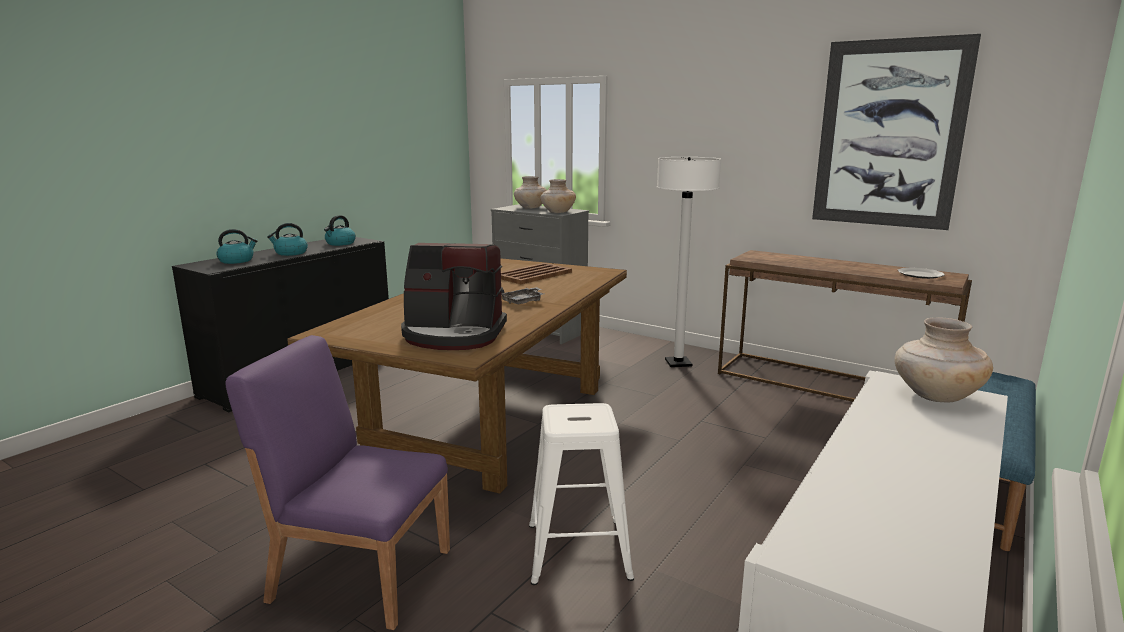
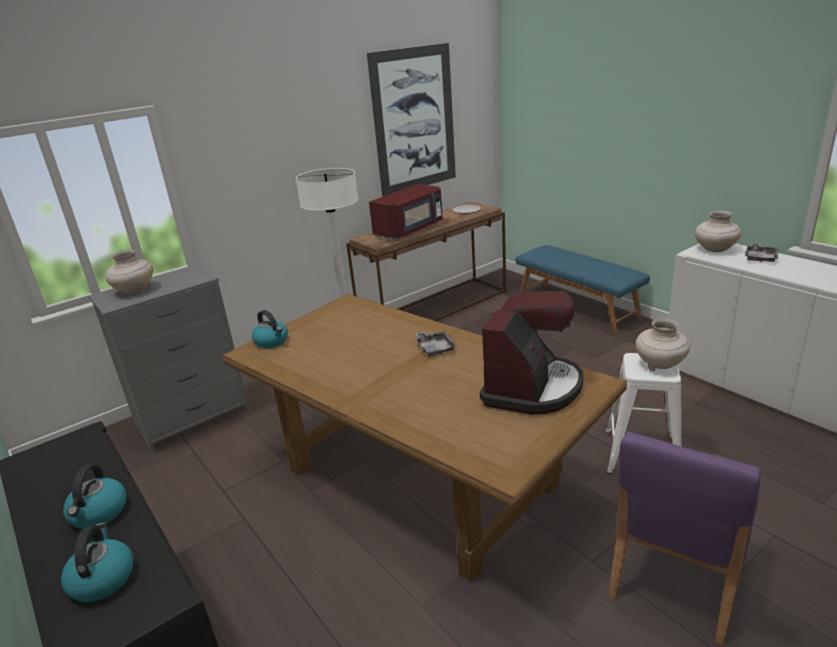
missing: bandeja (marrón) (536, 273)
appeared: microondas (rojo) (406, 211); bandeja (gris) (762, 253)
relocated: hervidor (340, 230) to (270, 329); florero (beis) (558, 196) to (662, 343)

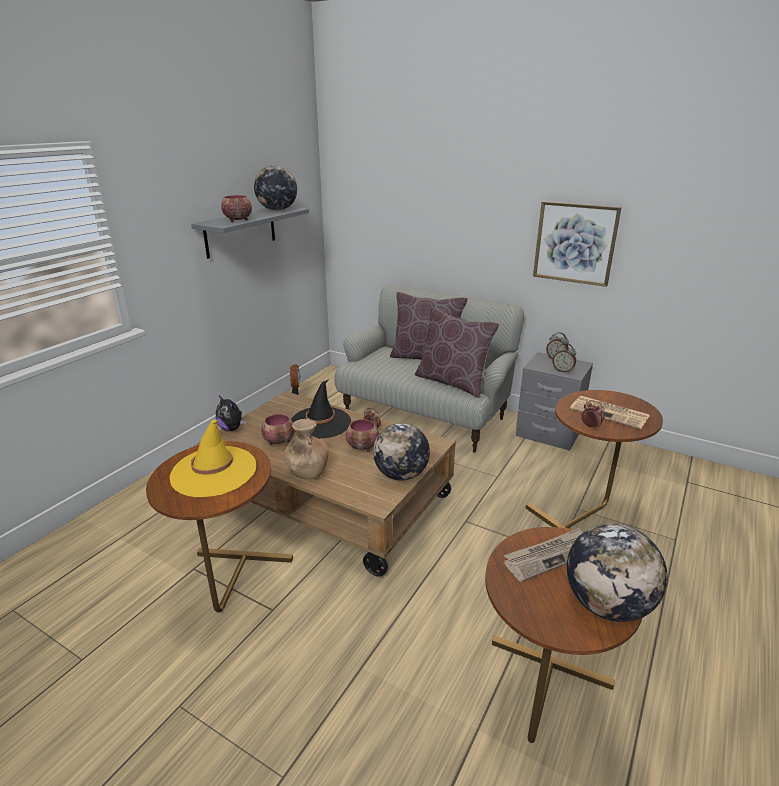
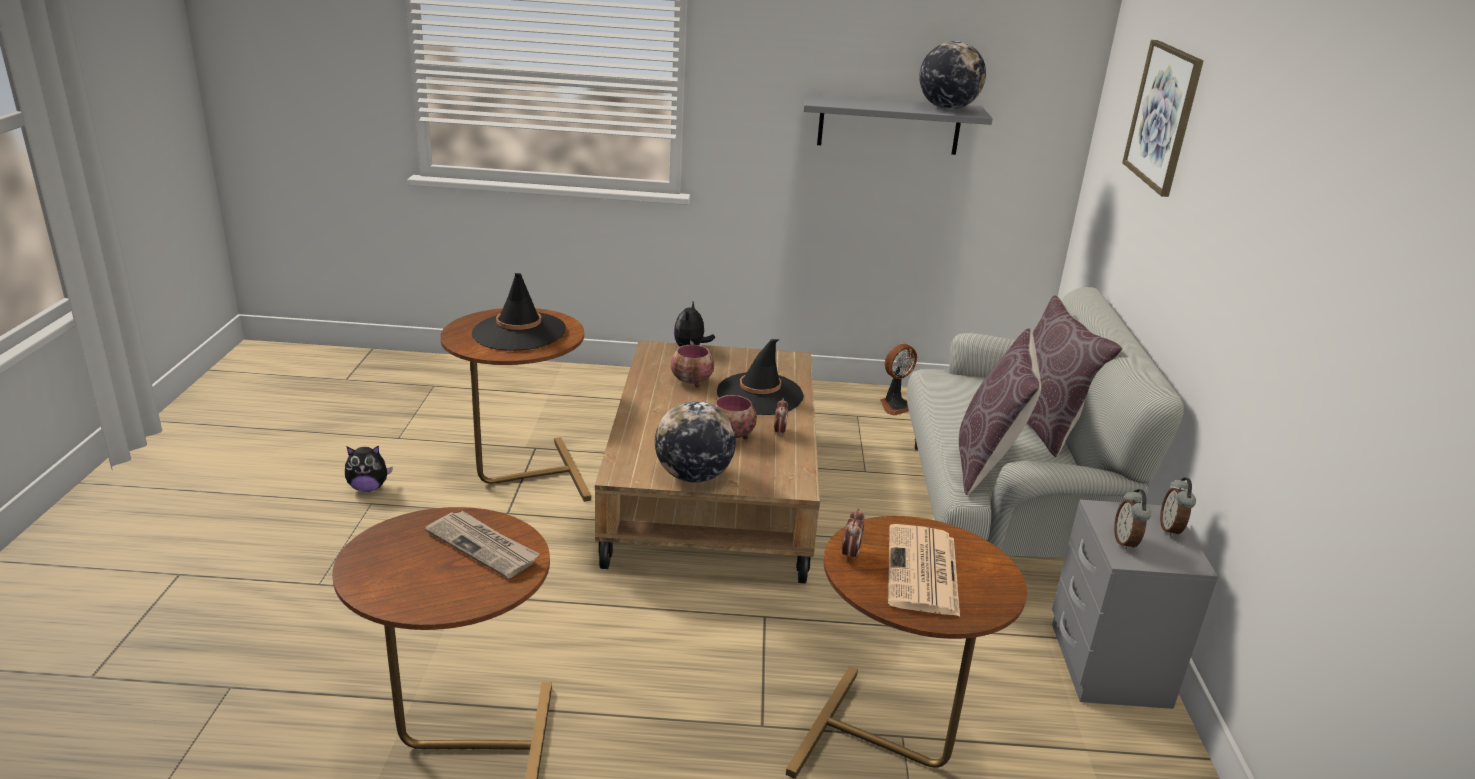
missing: cuenco (236, 208); florero (marrón) (306, 449); globo terráqueo (617, 572)
appeared: peluche (369, 468)
relocated: cuadro (577, 244) to (1163, 118)
colour: sombrero (amarillo) (213, 458) to sombrero (negro) (519, 312)

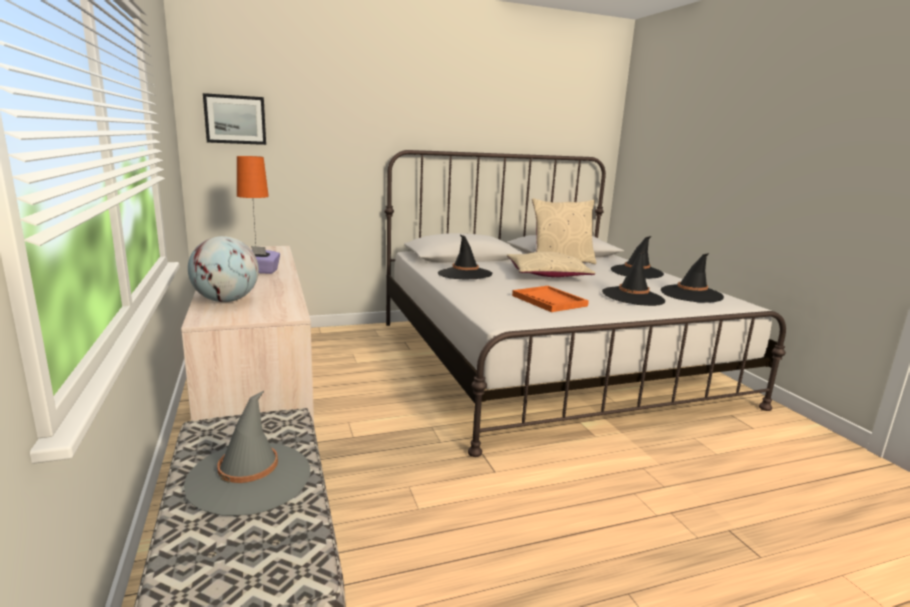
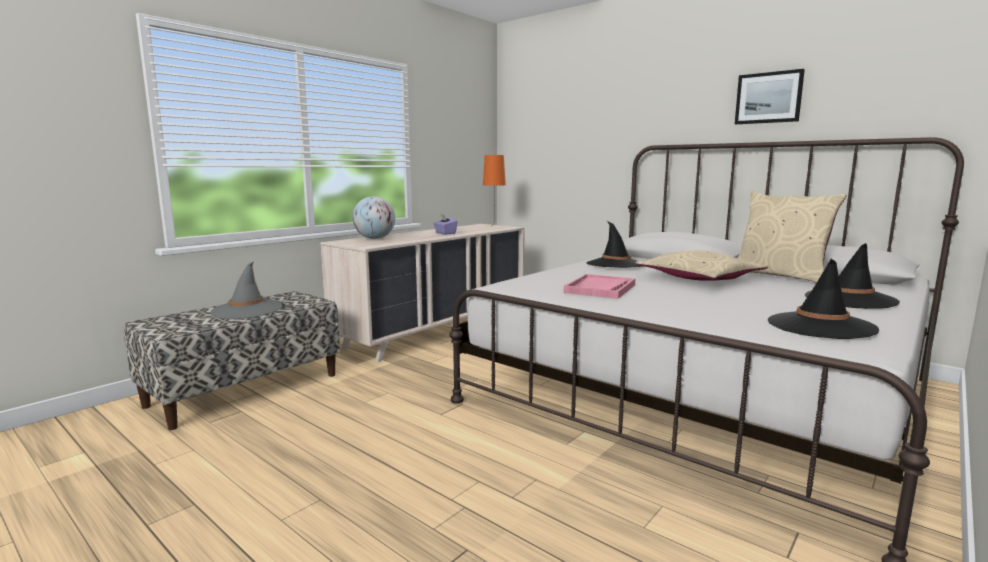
missing: sombrero (negro) (633, 278)
relocated: cuadro (234, 119) to (770, 96)
colour: bandeja (naranja) (550, 299) to bandeja (rosa) (599, 286)

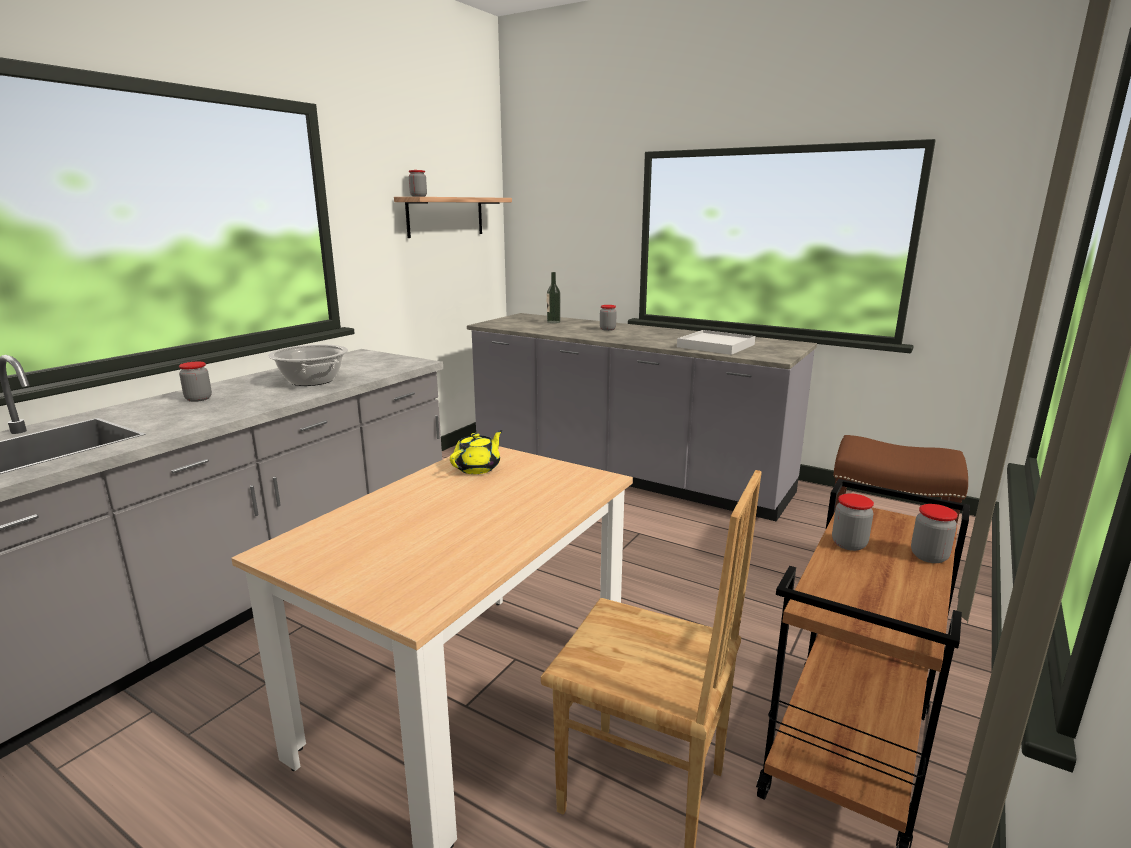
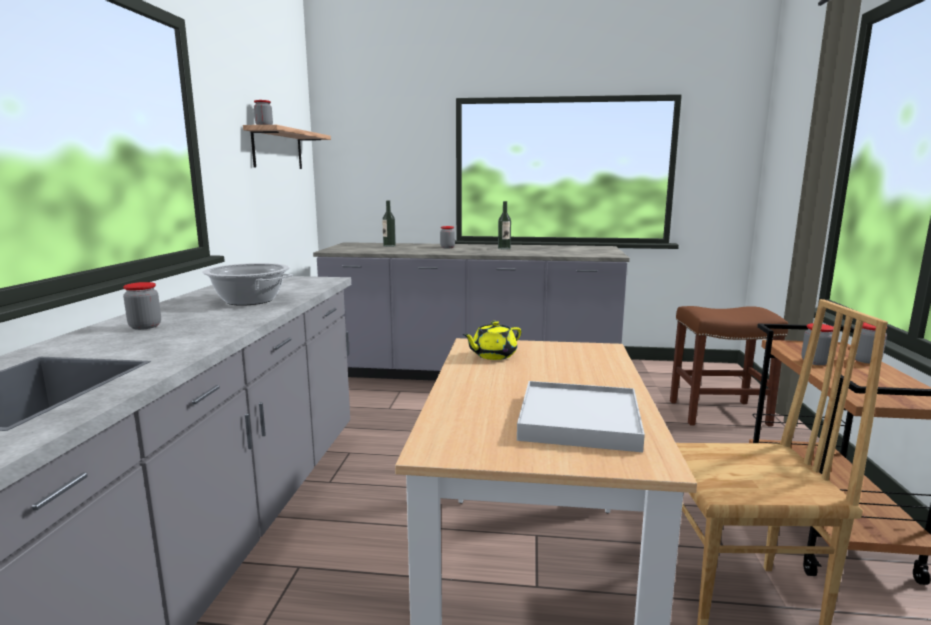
appeared: botella (504, 225)
relocated: bandeja (blanco) (716, 342) to (581, 416)
spun: tetera (amarillo) (476, 452) = (492, 340) 135 degrees counterclockwise

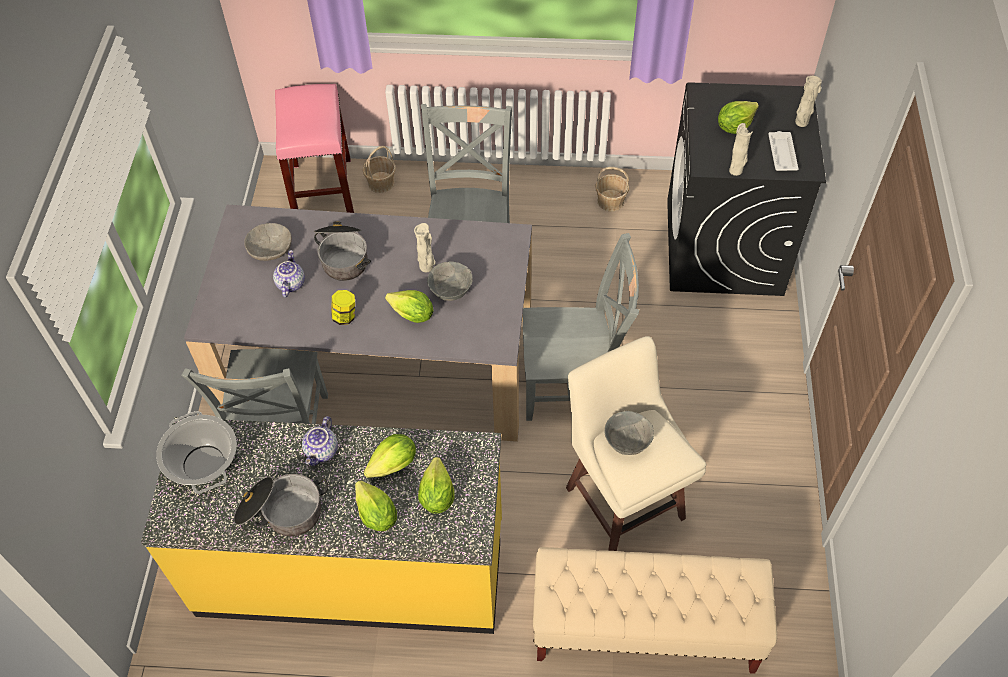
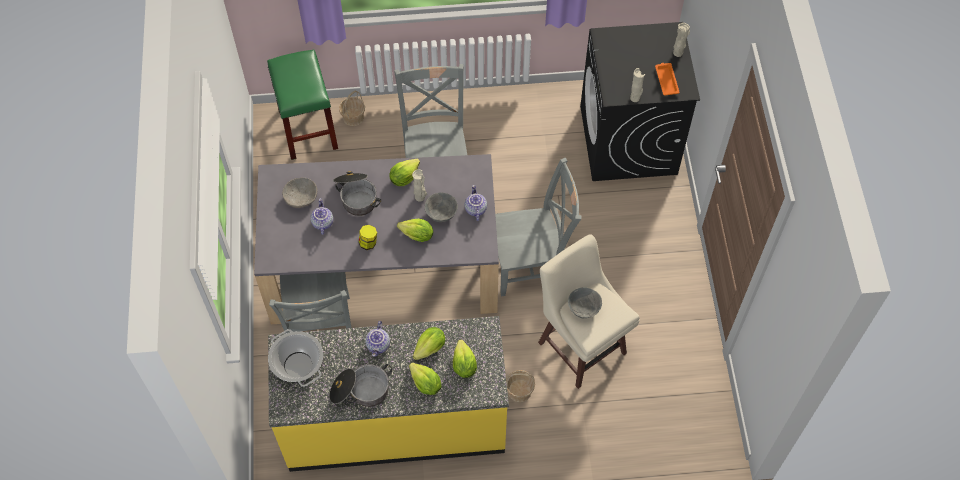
missing: banco (beis) (655, 610)
appeared: tetera (476, 203)
relocated: lechuga (738, 117) to (404, 172); cesta (612, 189) to (520, 386)
colour: taburete (rosa) (314, 148) to taburete (verde) (302, 105); bandeja (blanco) (783, 151) to bandeja (naranja) (667, 79)

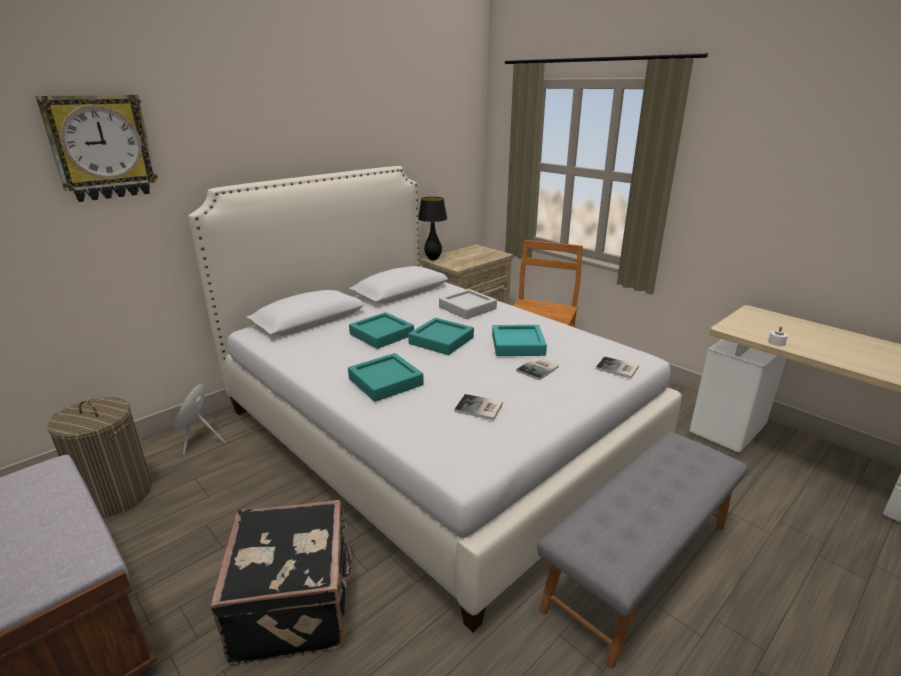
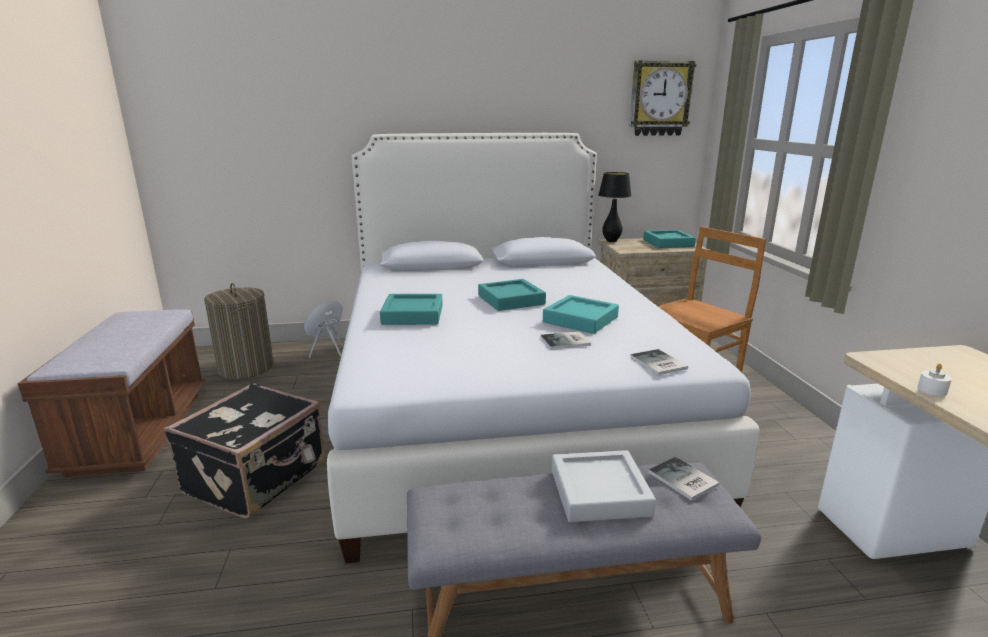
relocated: bandeja (gris) (468, 304) to (604, 486); reloj de pared (97, 148) to (662, 98); bandeja (turquesa) (381, 330) to (669, 239); libro (478, 407) to (684, 479)

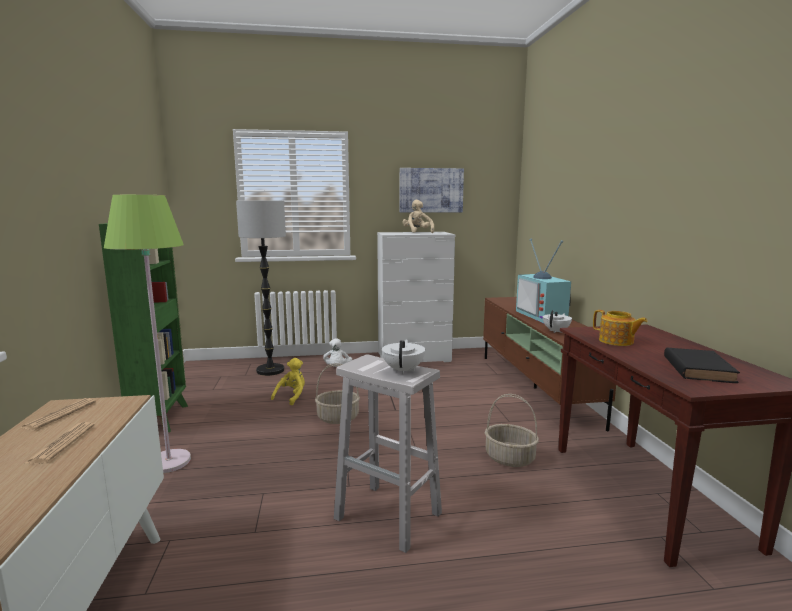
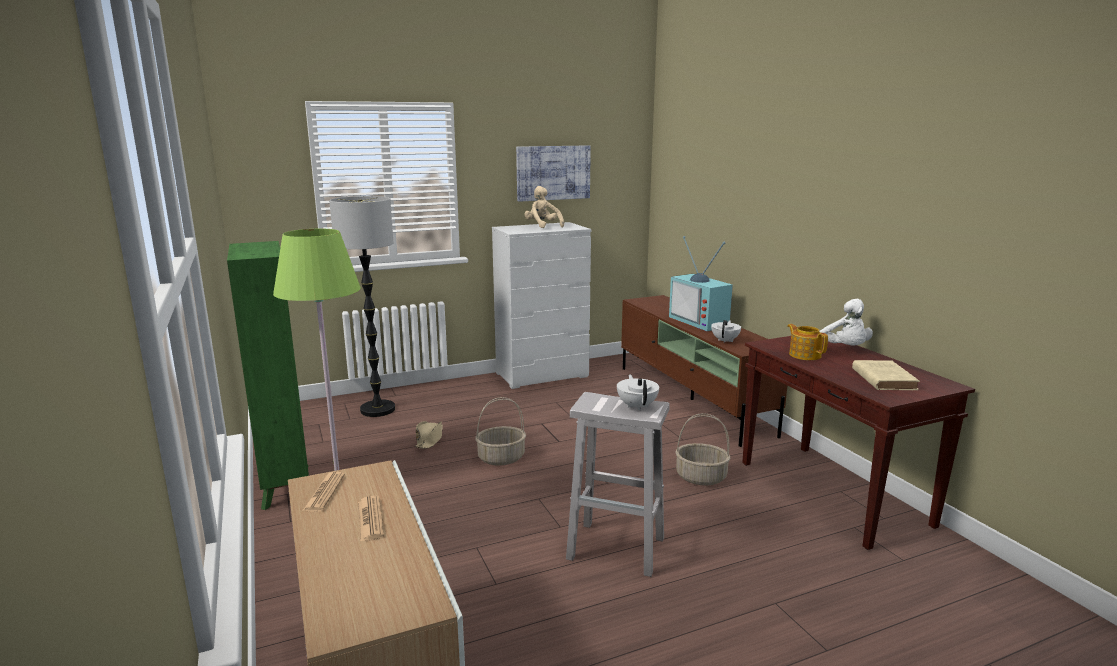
relocated: peluche (blanco) (337, 352) to (846, 322)
exchanged: peluche (amarillo) (288, 382) to sombrero (beis) (429, 435)
colour: libro (negro) (702, 365) to libro (beis) (886, 375)
spun: tetera (620, 328) = (807, 342) 150 degrees counterclockwise

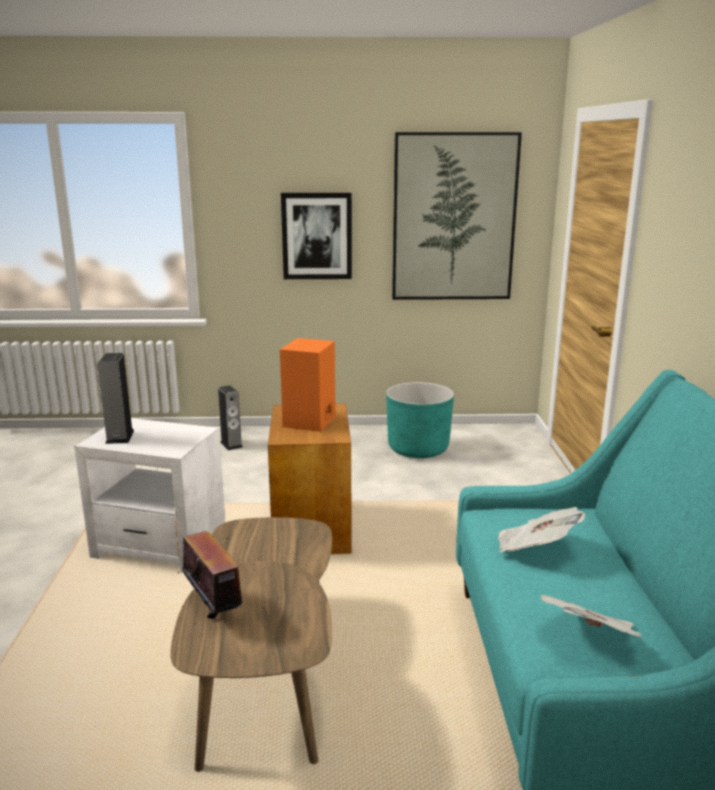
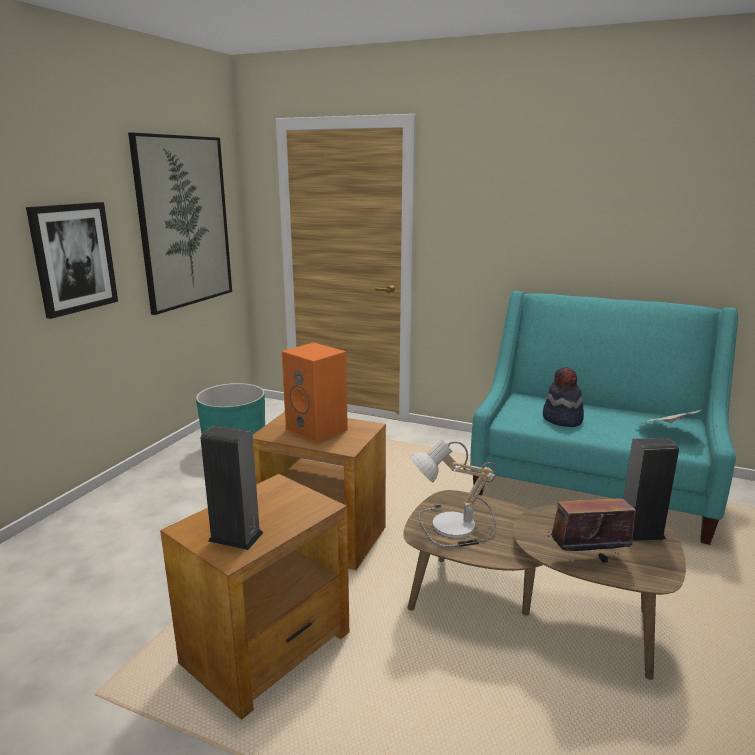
appeared: lámpara de mesa (453, 493)
relocated: altavoz (230, 417) to (651, 489)
exchanged: periódico (541, 530) to sombrero (563, 397)
colour: mesa auxiliar (blanco) (149, 495) to mesa auxiliar (marrón) (254, 597)

